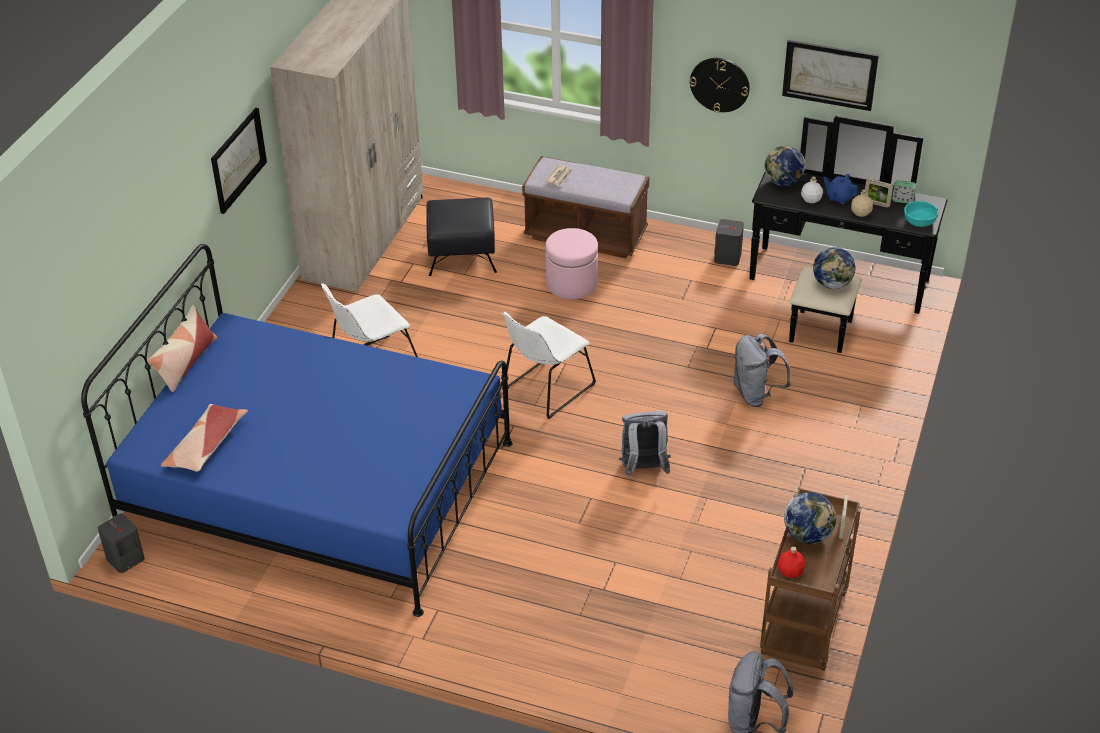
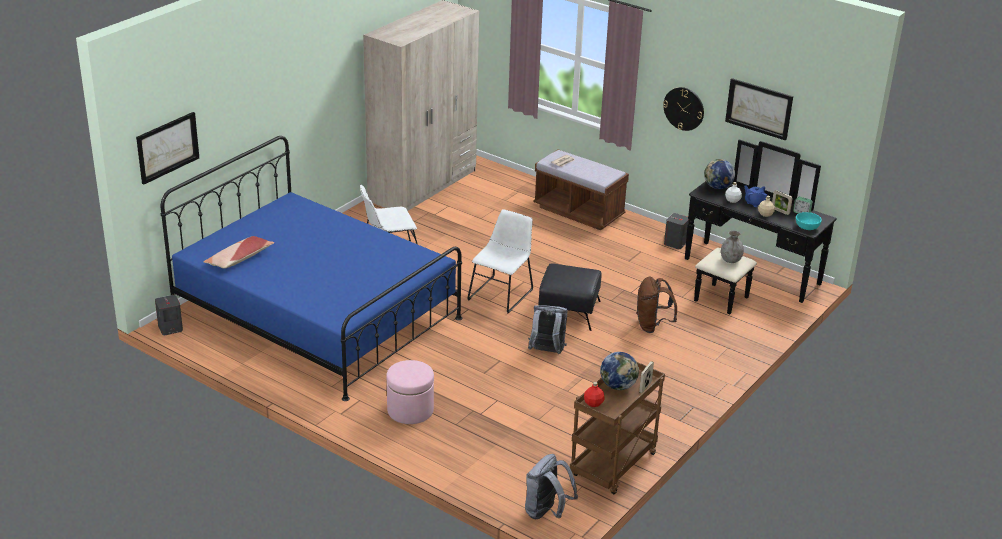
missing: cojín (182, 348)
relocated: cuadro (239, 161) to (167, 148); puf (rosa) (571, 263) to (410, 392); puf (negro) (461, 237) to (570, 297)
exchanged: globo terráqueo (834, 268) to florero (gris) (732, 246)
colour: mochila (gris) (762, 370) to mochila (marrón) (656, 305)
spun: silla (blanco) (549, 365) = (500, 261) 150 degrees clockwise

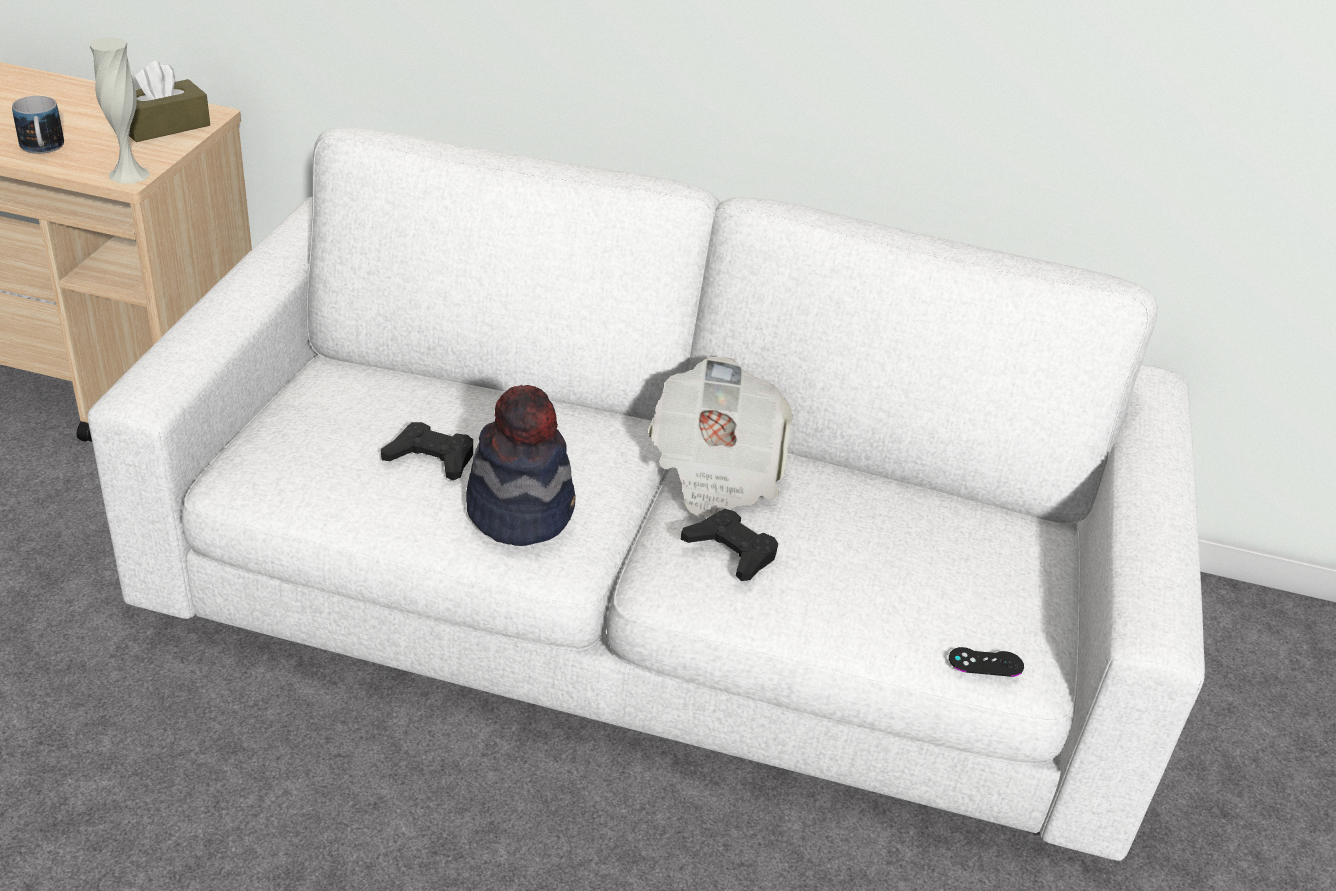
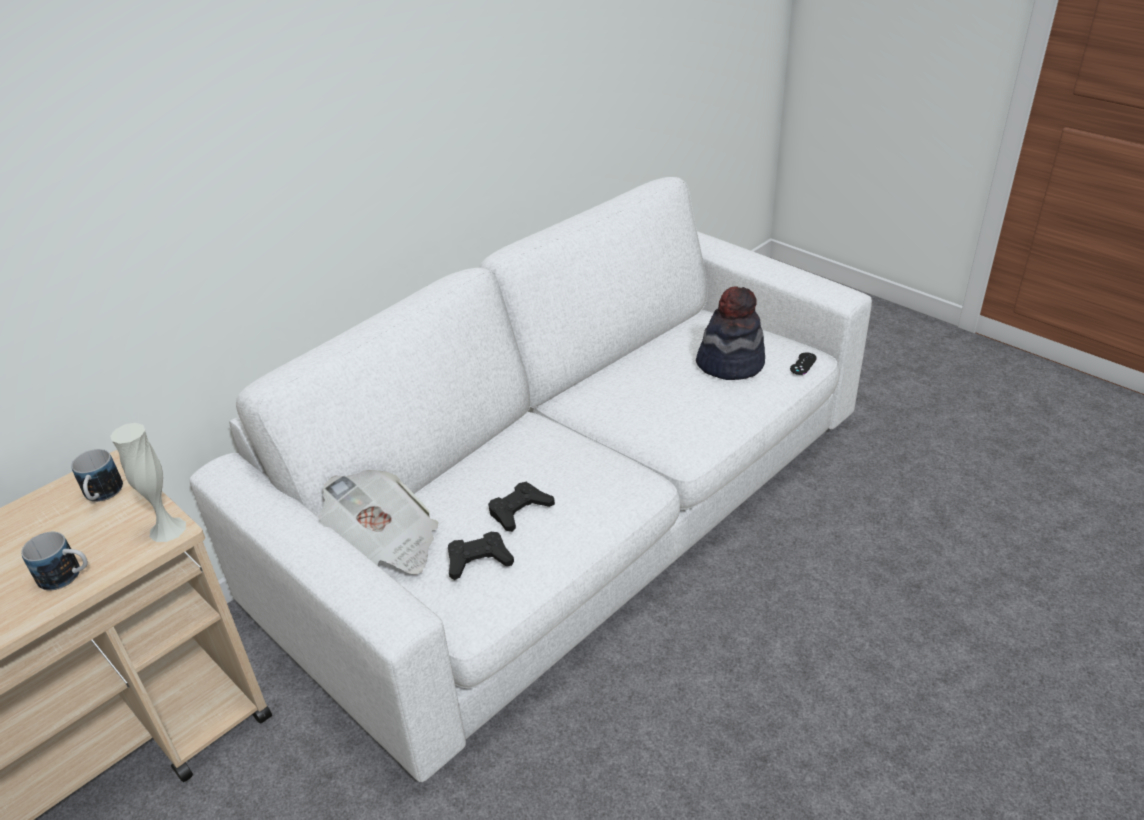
relocated: periódico (720, 437) to (378, 522); mando de consola (negro) (729, 545) to (481, 556); sombrero (521, 465) to (730, 333)
exchanged: caja de pañuelos (marrón) (169, 101) to taza grande (97, 475)

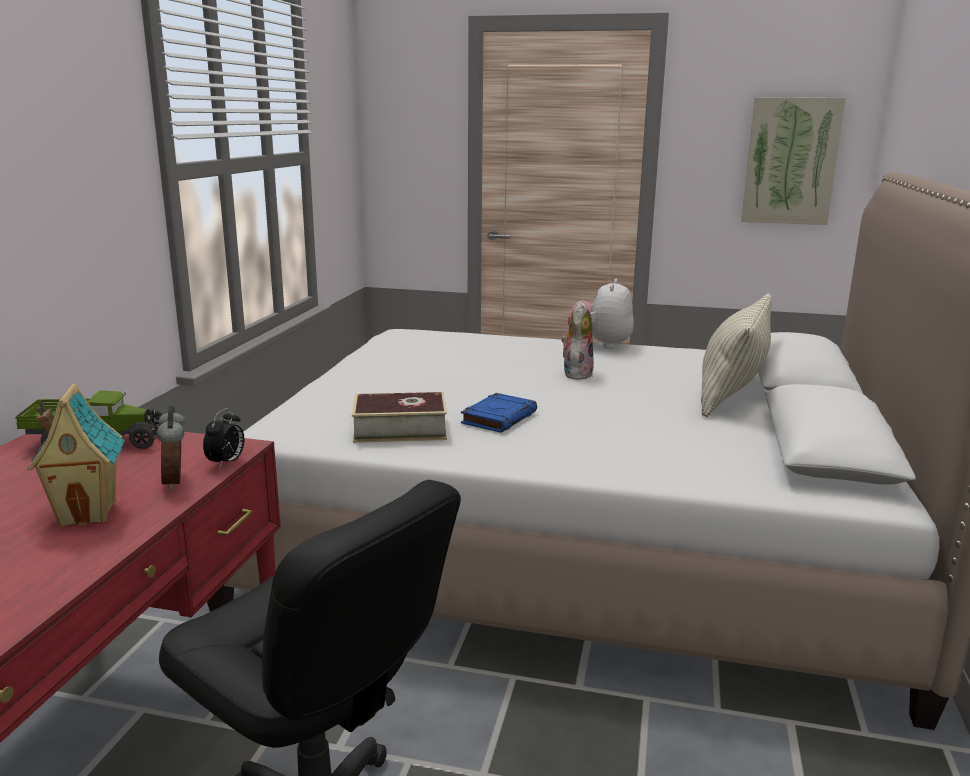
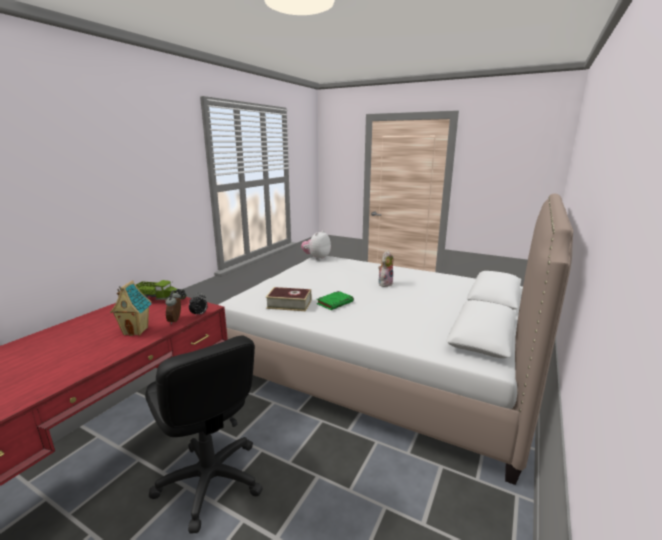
missing: cojín (736, 355); cuadro (793, 161)
relocated: peluche (601, 314) to (316, 245)
colour: libro (azul) (499, 413) to libro (verde) (335, 300)

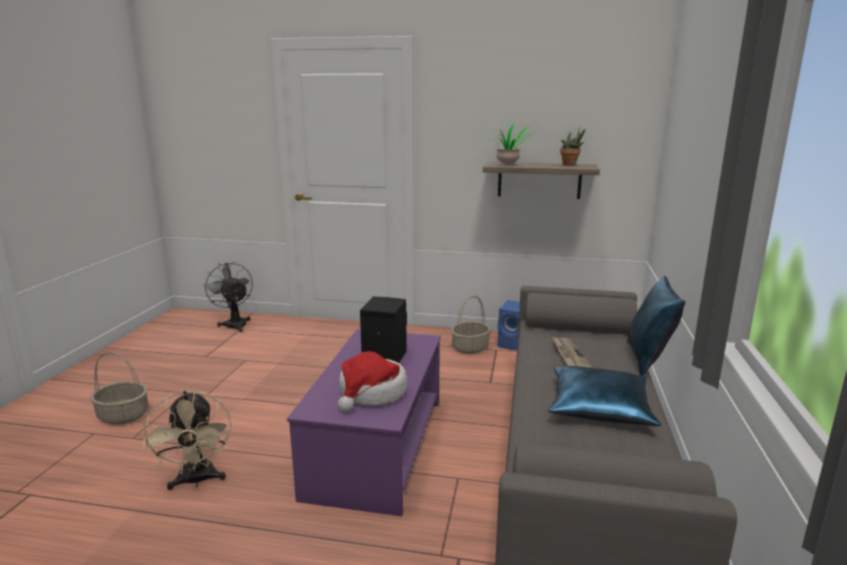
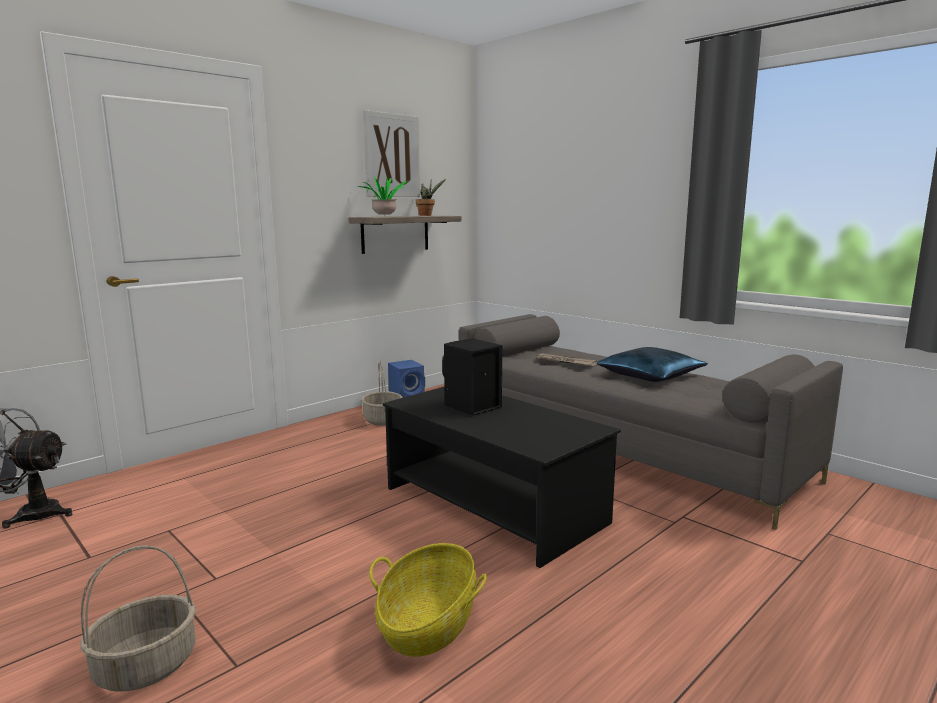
missing: sombrero (372, 381); cojín (azul) (656, 326)
appeared: cuadro (391, 153)
exchanged: ventilador (beis) (187, 440) to cesta (428, 600)
colour: mesa de centro (morado) (364, 422) to mesa de centro (negro) (502, 477)

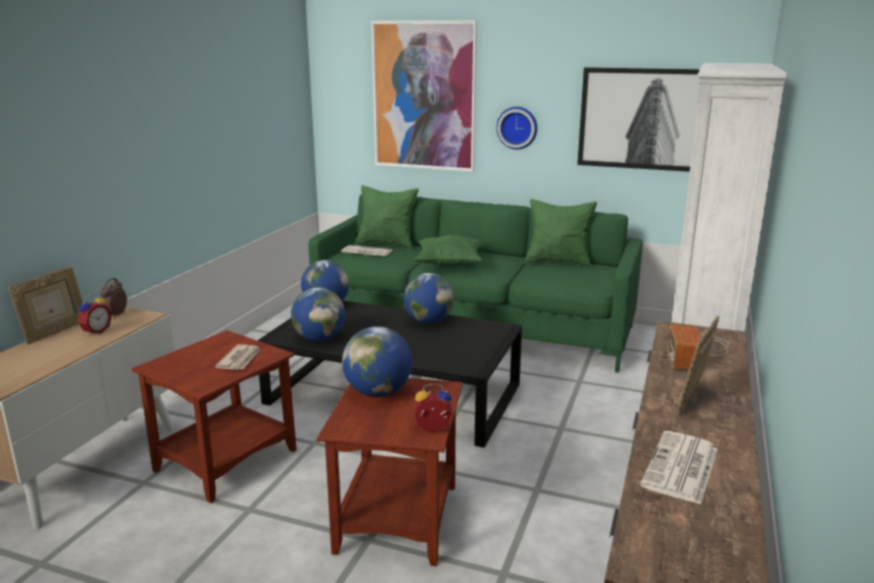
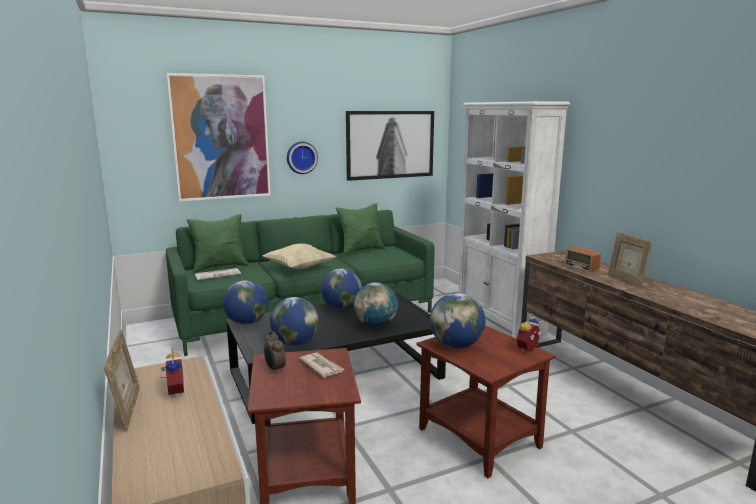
missing: periódico (679, 468)
appeared: globo terráqueo (376, 304)
relocated: despertador (113, 298) to (275, 353)
colour: cojín (verde) (448, 250) to cojín (beis) (299, 256)

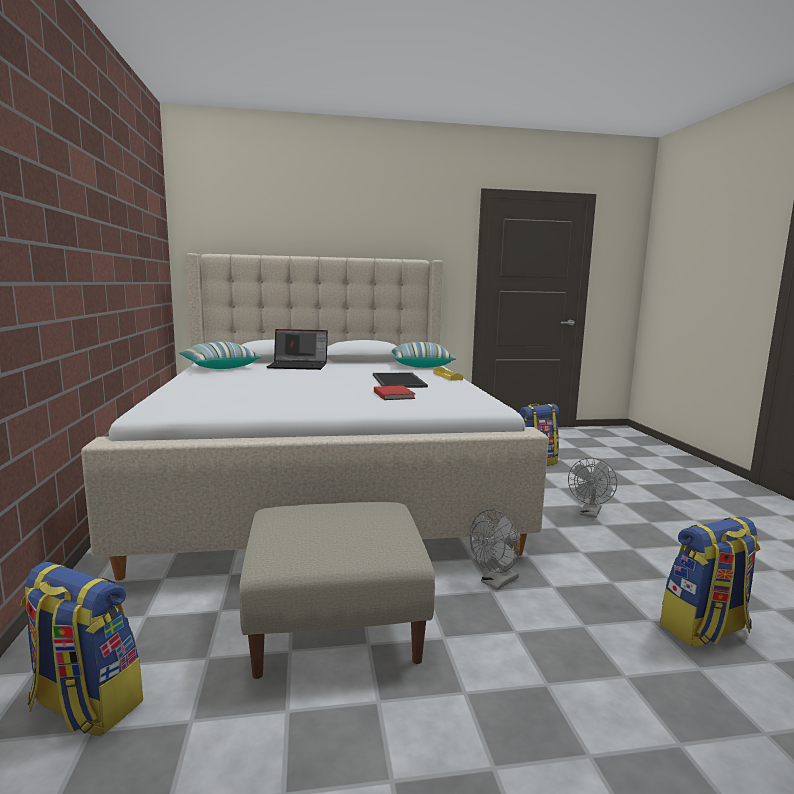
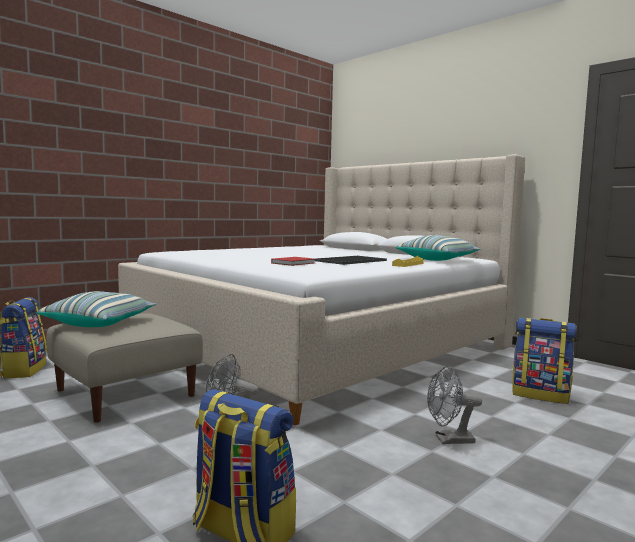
missing: portátil (297, 349)
relocated: cojín (220, 355) to (96, 309)

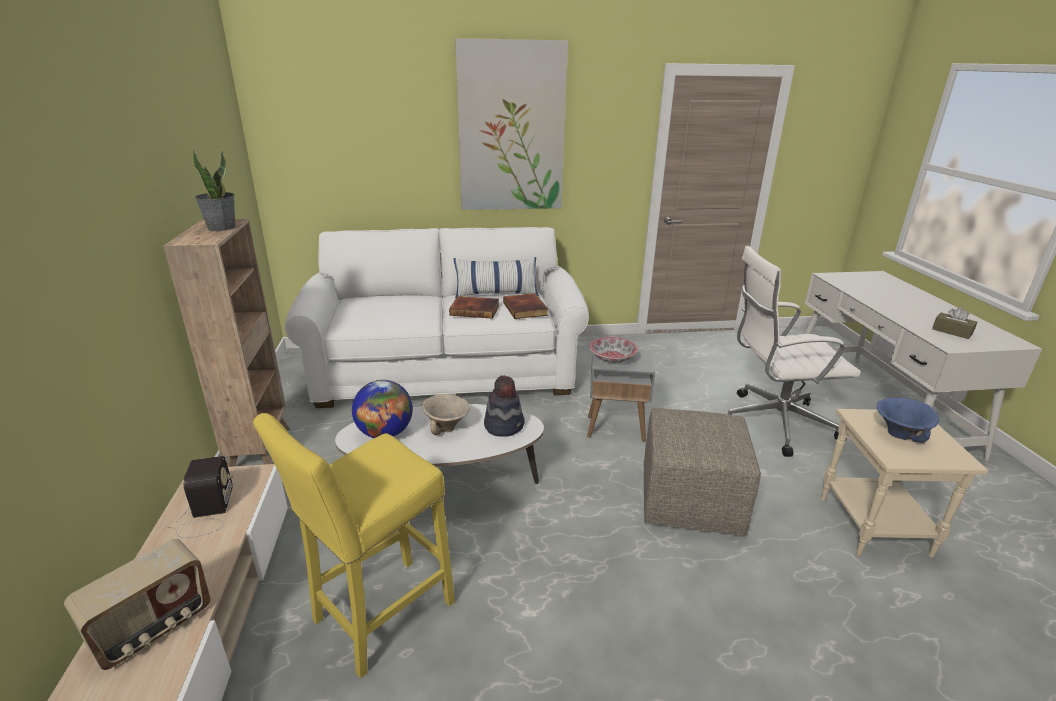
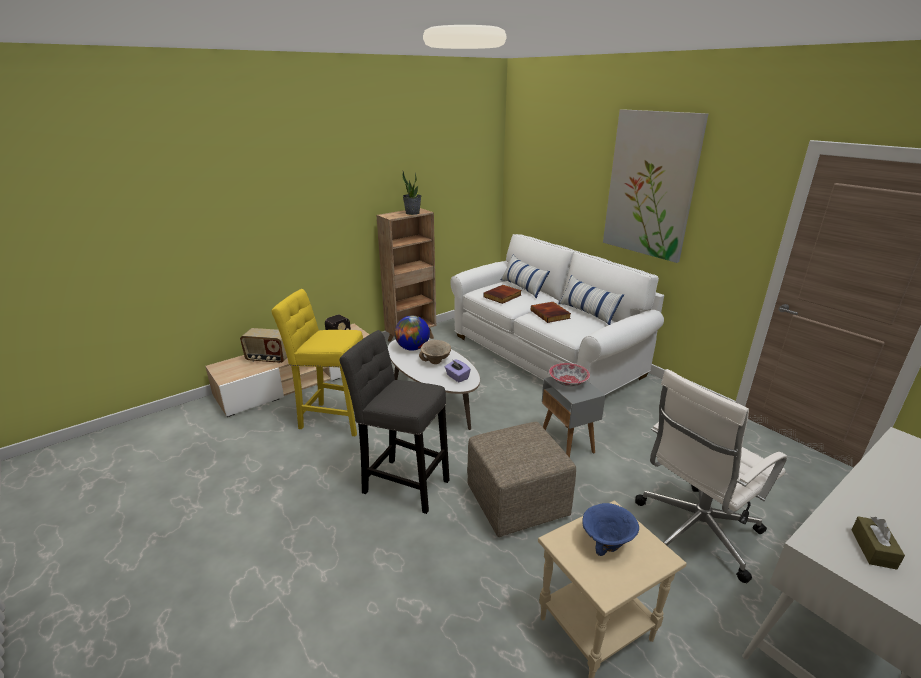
appeared: taburete (gris) (395, 422); cojín (525, 276)
relocated: libro (525, 306) to (502, 294)
exchanged: sombrero (504, 406) to caja de pañuelos (morado) (458, 370)
spun: silla de oficina (blanco) (794, 351) = (711, 476) 90 degrees counterclockwise

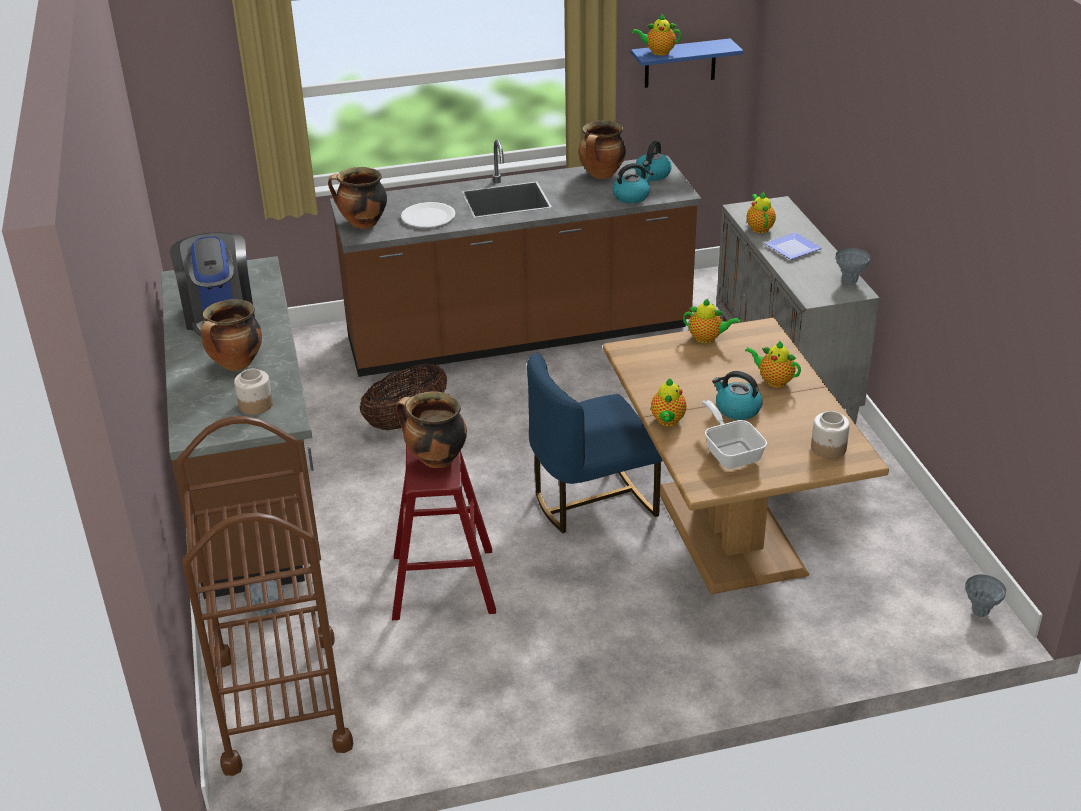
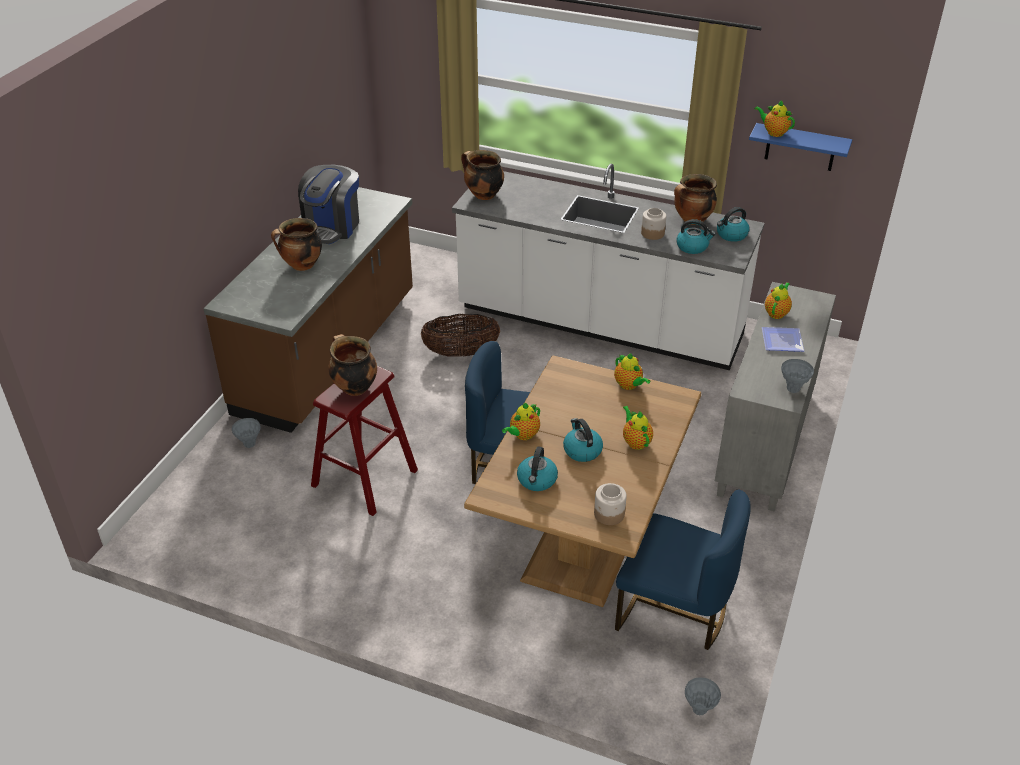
missing: carrito (marrón) (265, 596); plato (blanco) (428, 215)
appeared: silla (azul) (683, 570)
relocated: tarro (253, 392) to (653, 224)
exchanged: sartén (734, 434) to hervidor (537, 469)
colour: mueble bajo de cocina (marrón) (515, 258) to mueble bajo de cocina (blanco) (608, 267)

